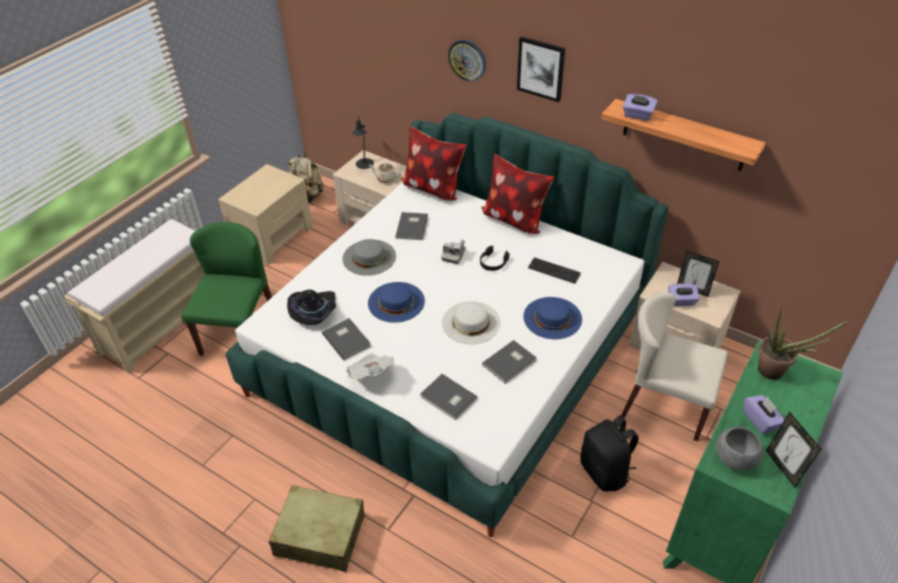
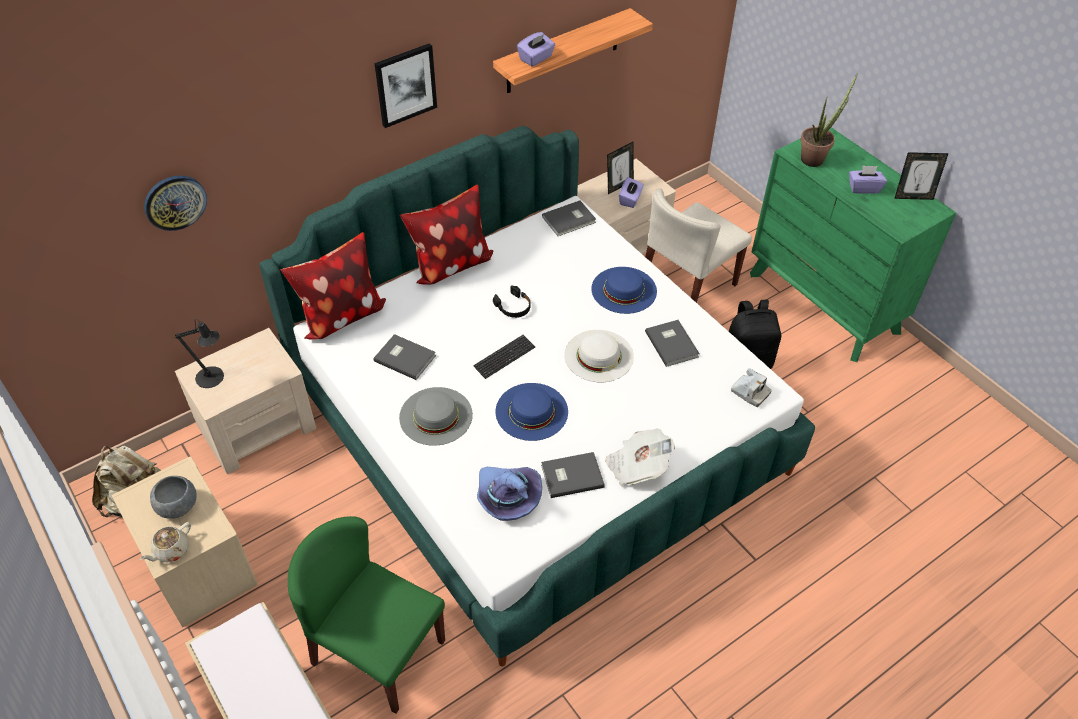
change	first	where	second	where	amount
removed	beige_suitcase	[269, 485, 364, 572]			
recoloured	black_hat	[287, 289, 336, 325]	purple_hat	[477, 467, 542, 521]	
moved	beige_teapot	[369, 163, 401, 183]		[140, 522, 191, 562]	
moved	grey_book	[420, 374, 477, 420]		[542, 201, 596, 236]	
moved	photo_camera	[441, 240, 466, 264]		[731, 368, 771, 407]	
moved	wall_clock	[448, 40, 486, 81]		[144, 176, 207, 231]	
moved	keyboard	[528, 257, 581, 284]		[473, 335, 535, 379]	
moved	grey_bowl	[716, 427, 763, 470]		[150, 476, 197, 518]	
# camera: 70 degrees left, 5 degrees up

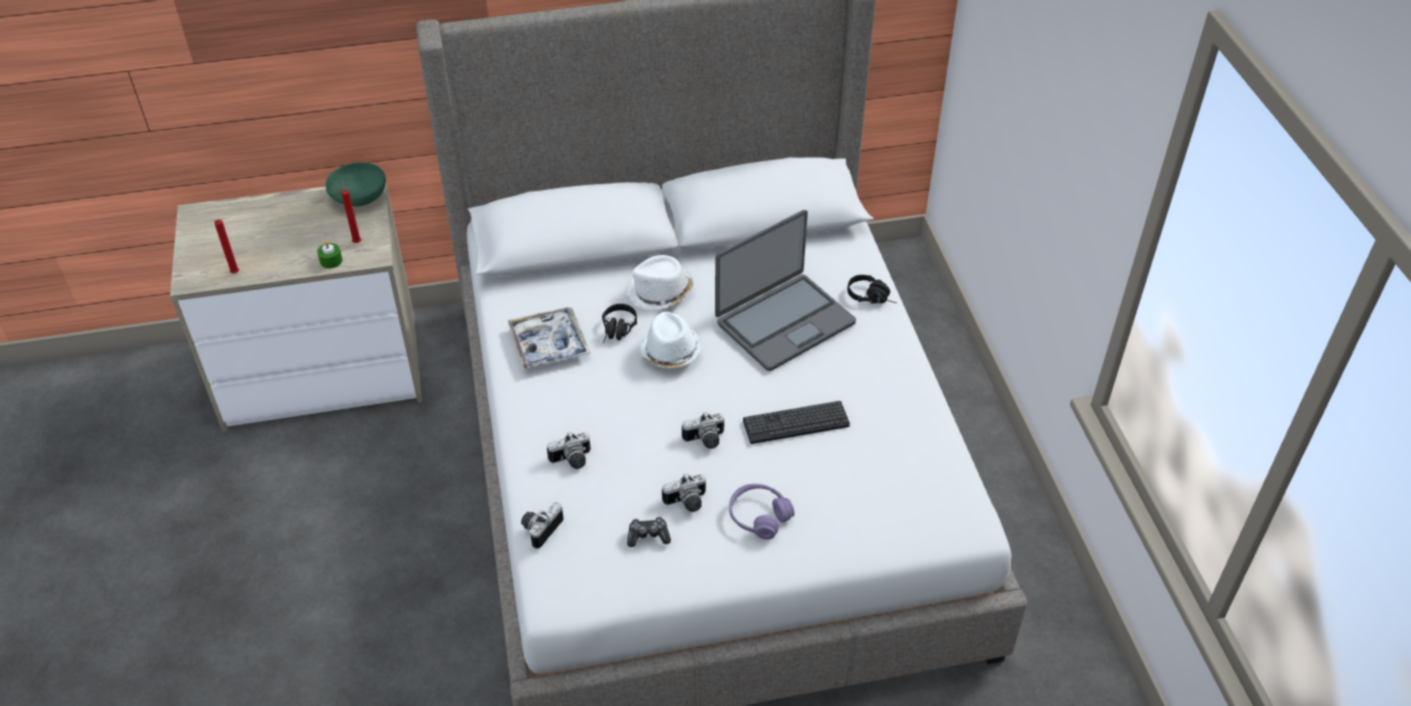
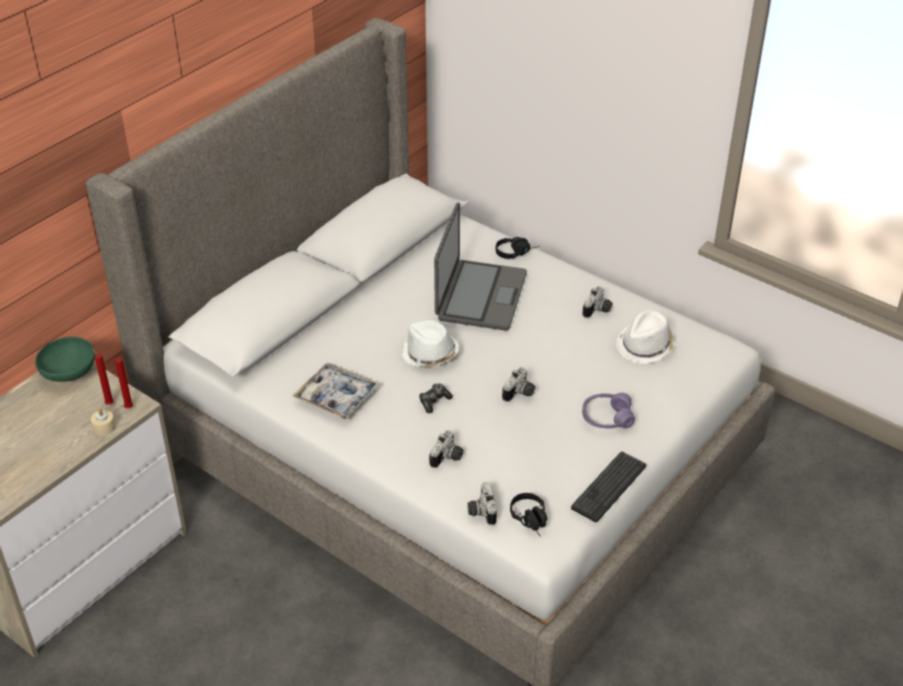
change	first	where	second	where	amount
moved	red_candle	[214, 220, 239, 273]		[115, 357, 133, 408]	
recoloured	green_candle	[317, 241, 342, 269]	beige_candle	[91, 409, 115, 436]	
moved	black_headphones	[602, 304, 637, 344]		[510, 493, 547, 537]	
moved	white_hat	[627, 255, 693, 310]		[616, 310, 674, 364]	
moved	game_controller	[627, 517, 671, 547]		[419, 384, 453, 413]	
moved	photo_camera	[662, 474, 706, 512]		[582, 286, 612, 318]	
moved	keyboard	[743, 401, 850, 444]		[571, 452, 646, 522]	
# camera: 40 degrees left, 5 degrees down

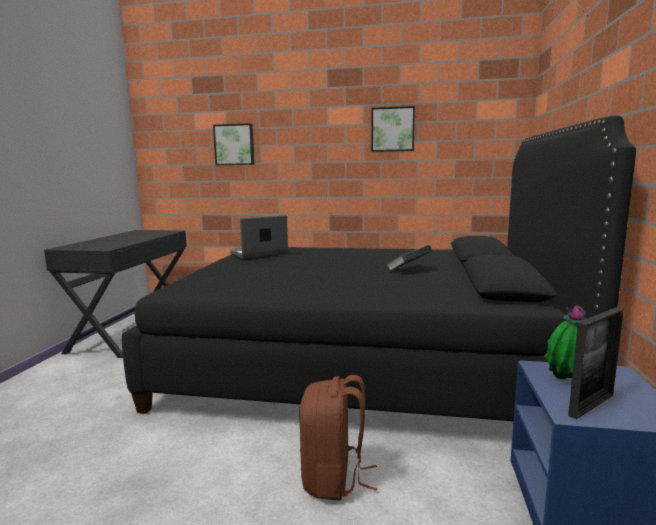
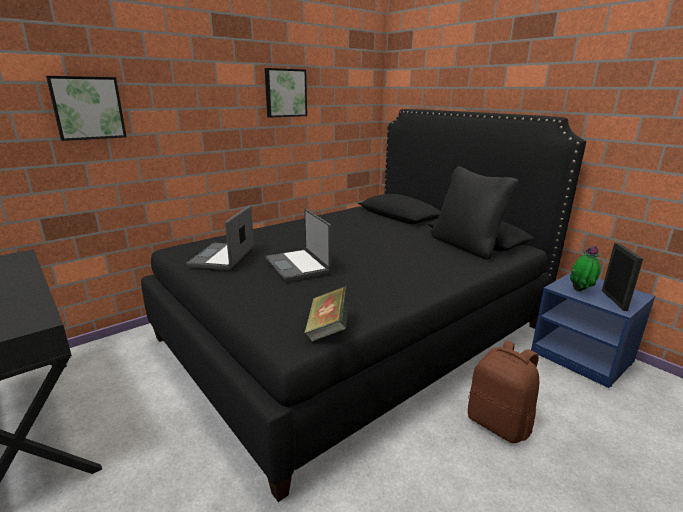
change	first	where	second	where	amount
moved	book	[386, 245, 432, 271]		[304, 286, 350, 342]	
added			laptop	[265, 209, 331, 281]	
added			black_pillow	[432, 166, 519, 260]	
# camera: 50 degrees left, 10 degrees up

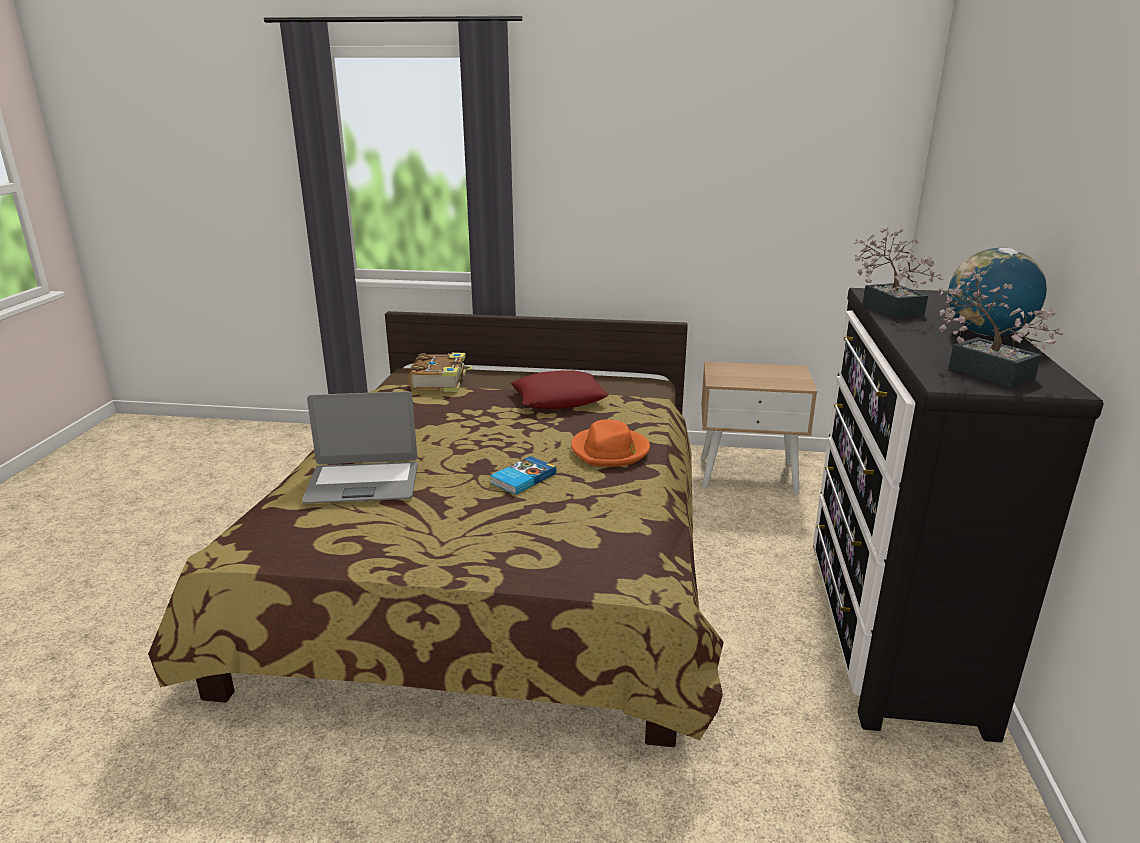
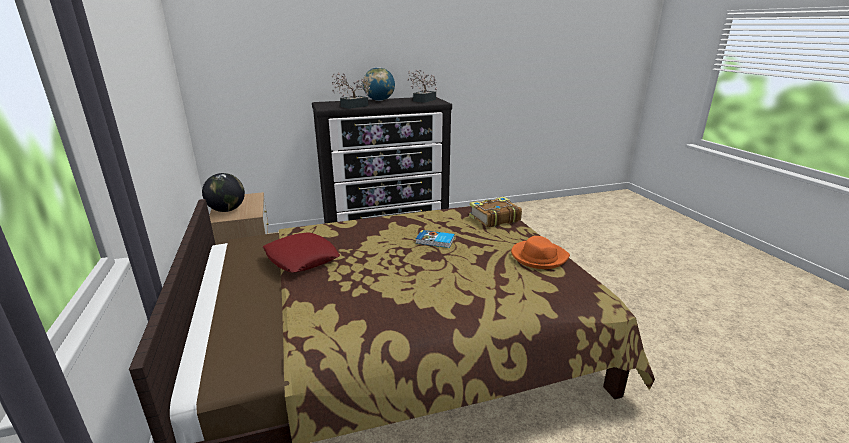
change	first	where	second	where	amount
removed	laptop	[302, 391, 418, 504]			
moved	book	[408, 353, 472, 392]		[469, 197, 522, 227]	
moved	orange_hat	[571, 419, 650, 467]		[511, 236, 570, 269]	
added			globe	[202, 173, 245, 212]	
# camera: 115 degrees left, 0 degrees up

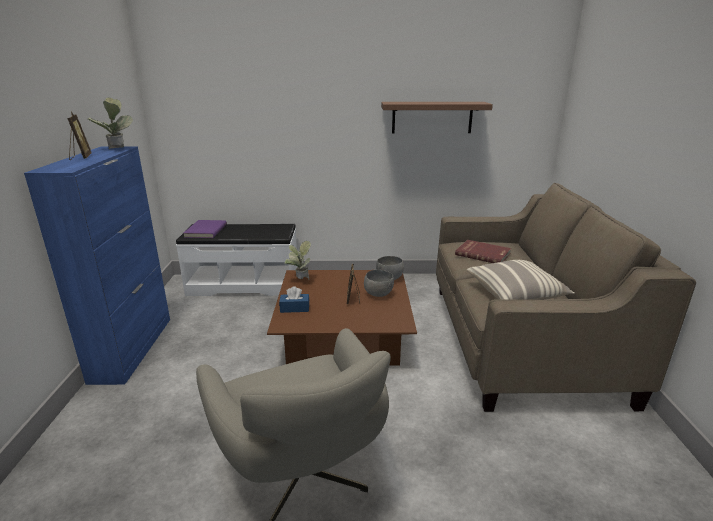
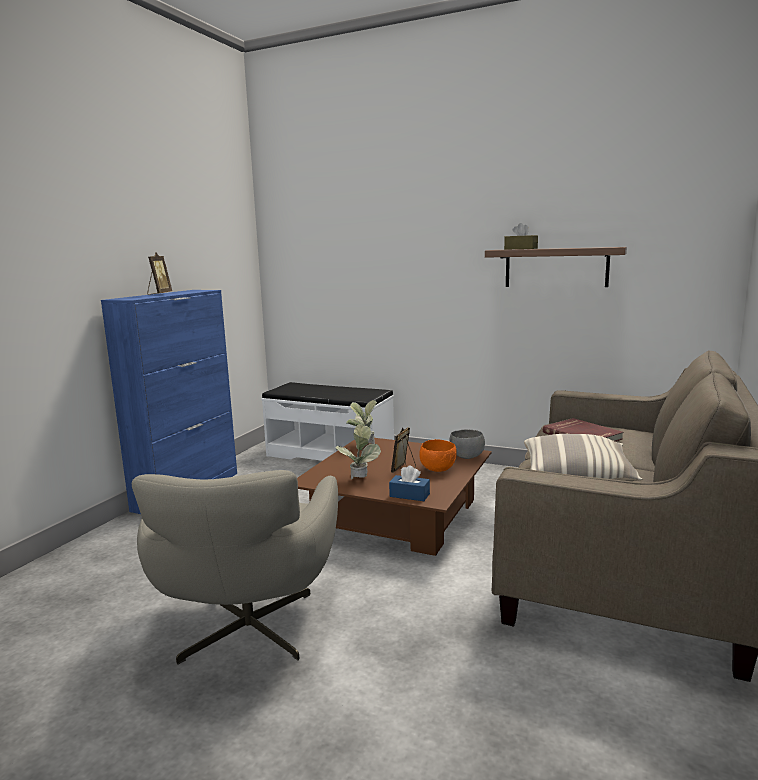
change	first	where	second	where	amount
moved	potted_plant	[88, 98, 133, 149]		[335, 424, 381, 480]	
removed	purple_book	[184, 220, 227, 238]			
moved	blue_tissue_box	[279, 286, 309, 313]		[389, 465, 430, 501]	
recoloured	grey_bowl	[364, 270, 394, 297]	orange_bowl	[419, 439, 457, 472]	
added			brown_tissue_box	[504, 223, 538, 250]	
# camera: 25 degrees right, 10 degrees down

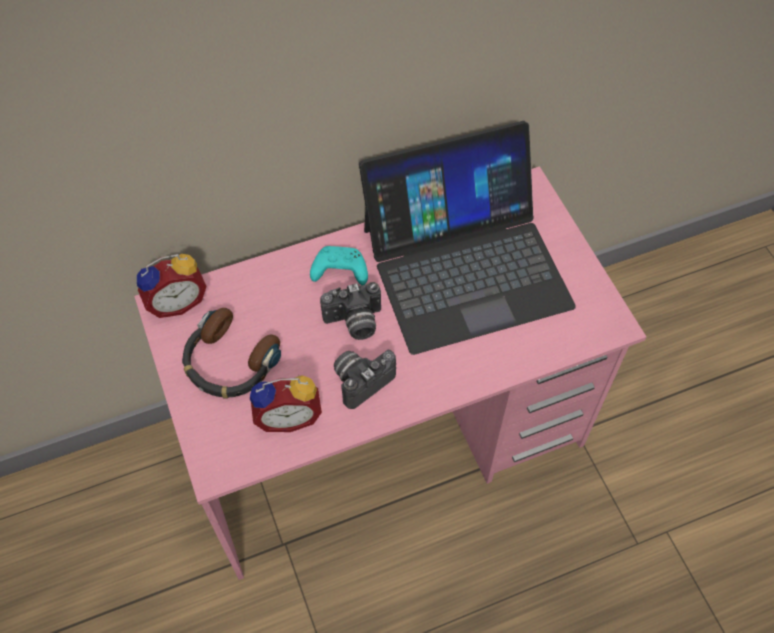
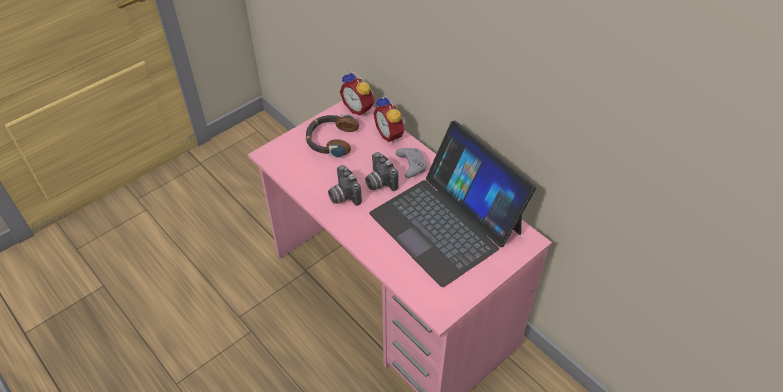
change	first	where	second	where	amount
moved	alarm_clock	[250, 375, 322, 432]		[373, 95, 406, 143]	
recoloured	turquoise_game_controller	[310, 246, 368, 285]	grey_game_controller	[395, 148, 427, 178]	
turned	photo_camera	[334, 350, 396, 409]		[328, 165, 362, 206]	150 degrees counterclockwise
# camera: 70 degrees right, 10 degrees down

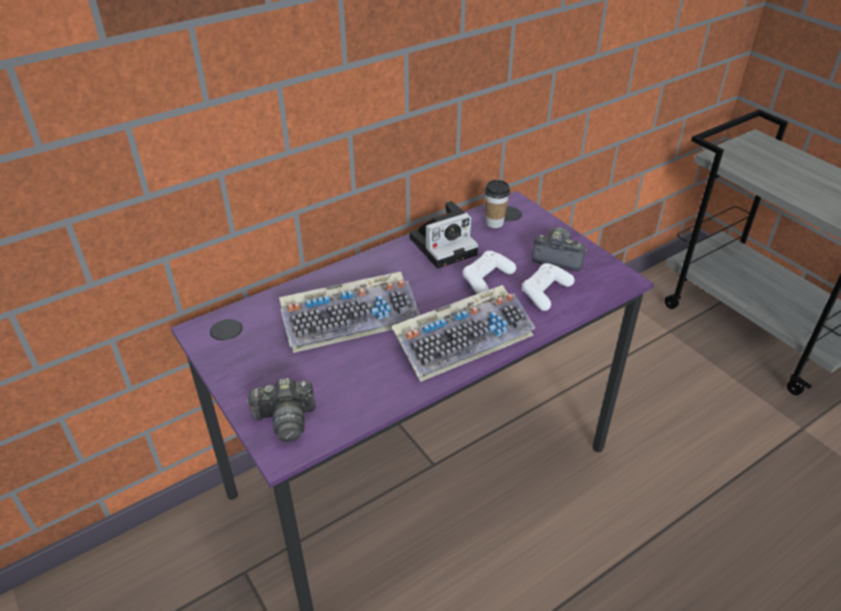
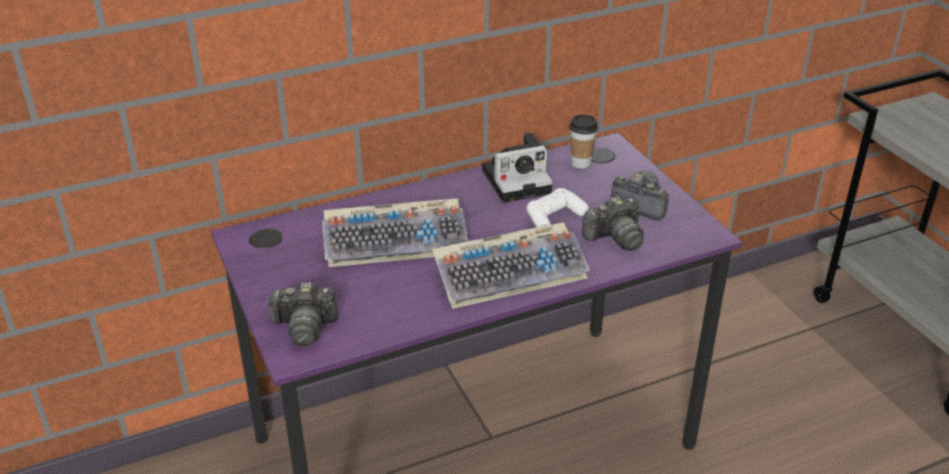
change	first	where	second	where	amount
replaced	white_game_controller	[522, 263, 575, 311]	photo_camera	[582, 196, 644, 251]	
# camera: 10 degrees right, 5 degrees down

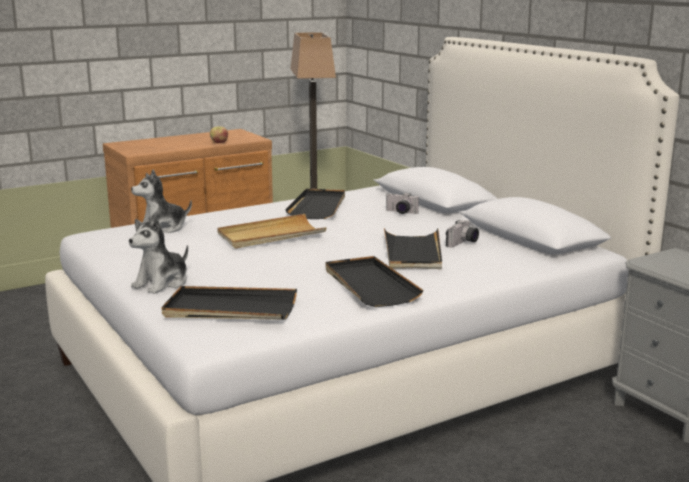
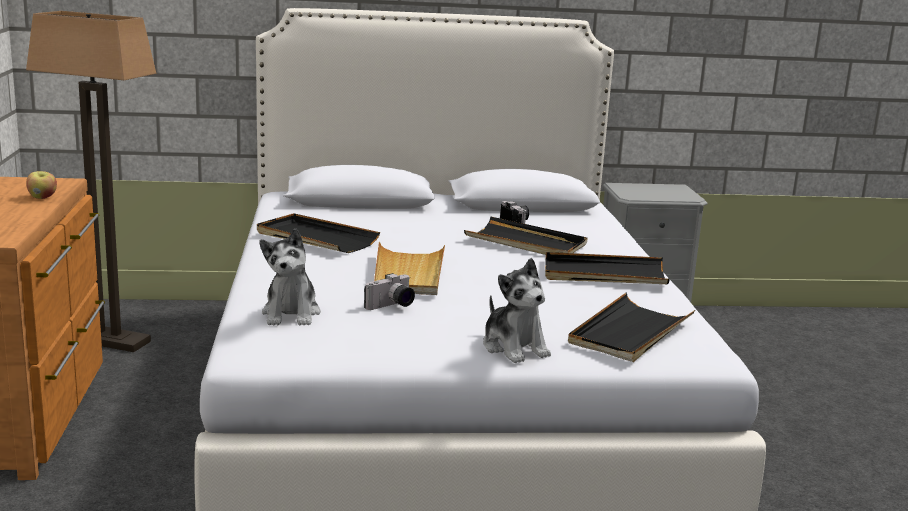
change	first	where	second	where	amount
moved	photo_camera	[386, 193, 419, 214]		[364, 273, 415, 310]	
# camera: 65 degrees left, 0 degrees up

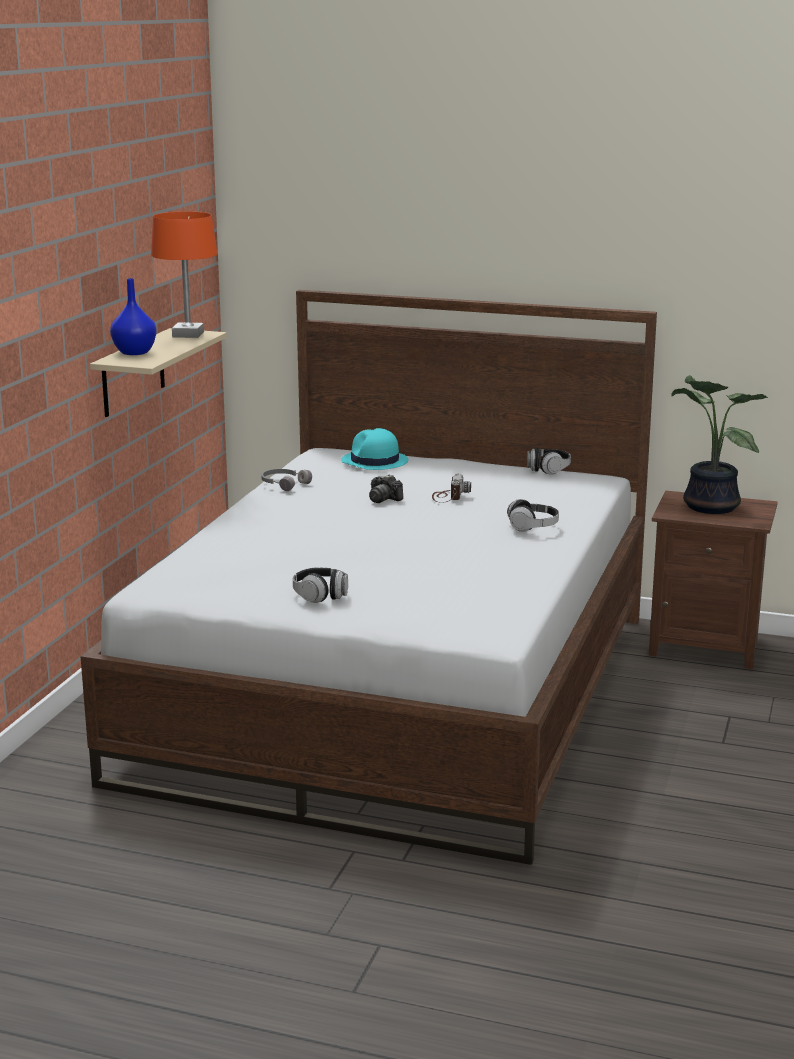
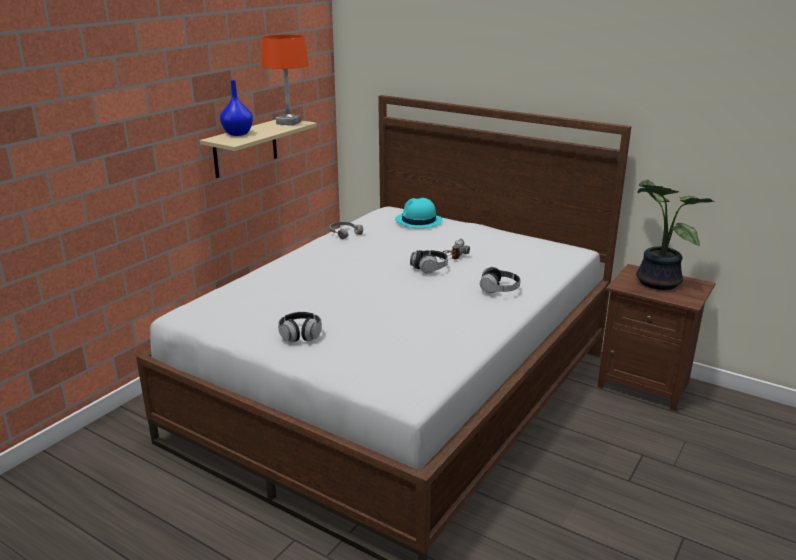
change	first	where	second	where	amount
removed	photo_camera	[369, 474, 403, 503]			
moved	headphones	[527, 448, 571, 475]		[410, 250, 448, 274]	
# camera: 15 degrees right, 5 degrees up

